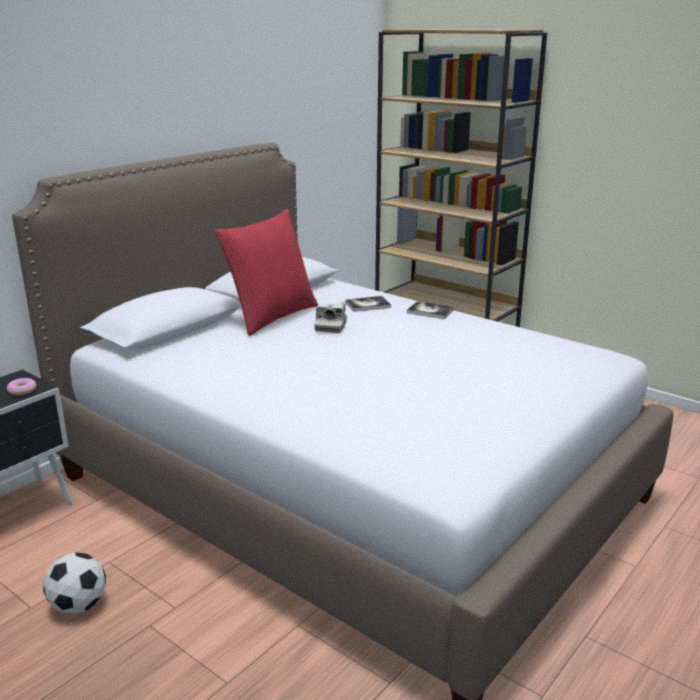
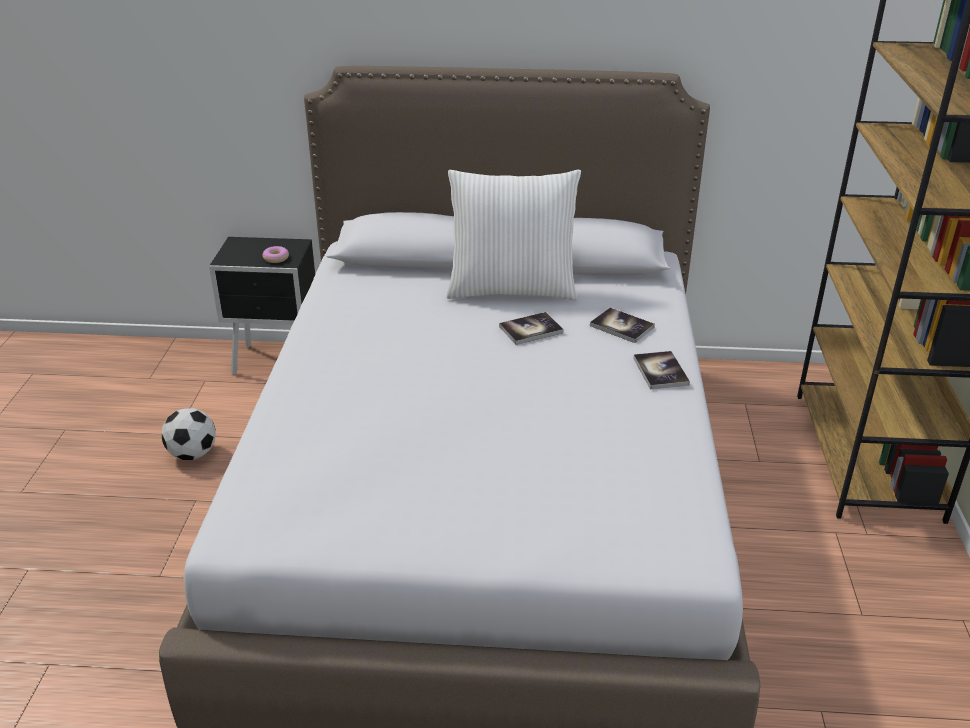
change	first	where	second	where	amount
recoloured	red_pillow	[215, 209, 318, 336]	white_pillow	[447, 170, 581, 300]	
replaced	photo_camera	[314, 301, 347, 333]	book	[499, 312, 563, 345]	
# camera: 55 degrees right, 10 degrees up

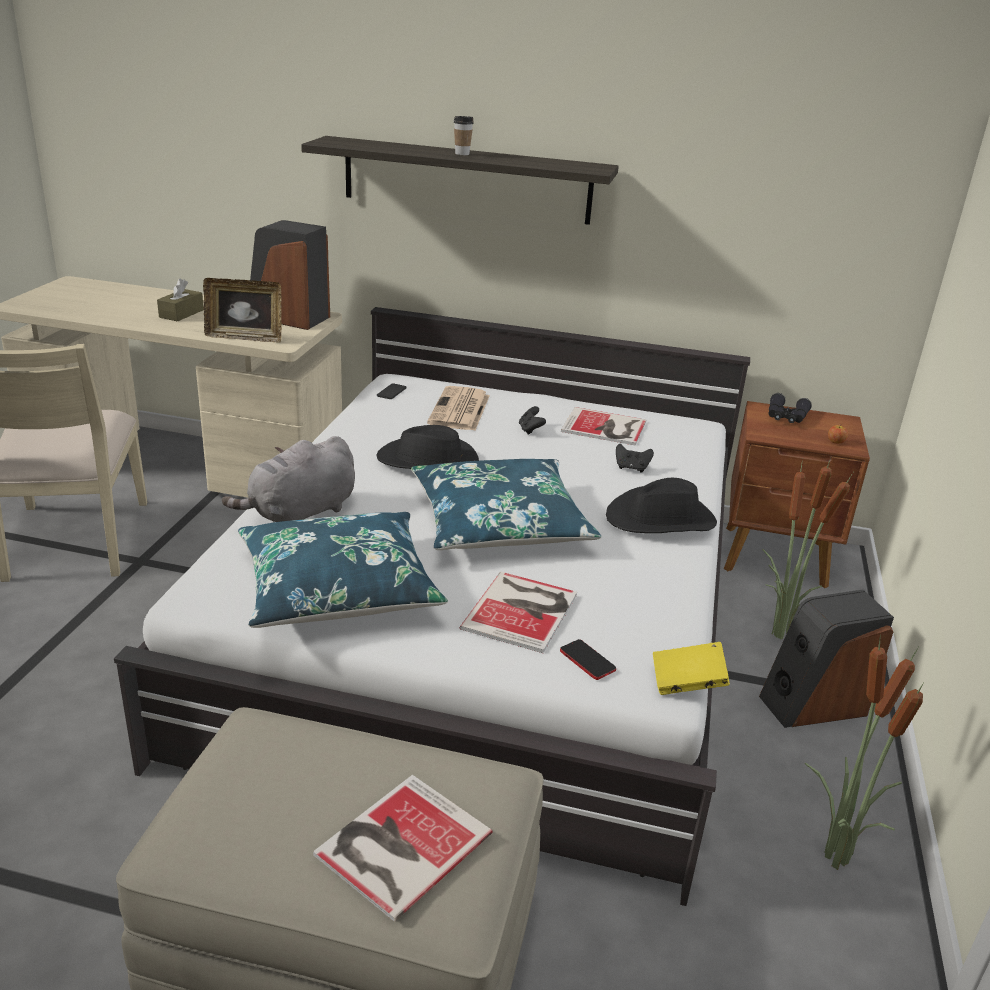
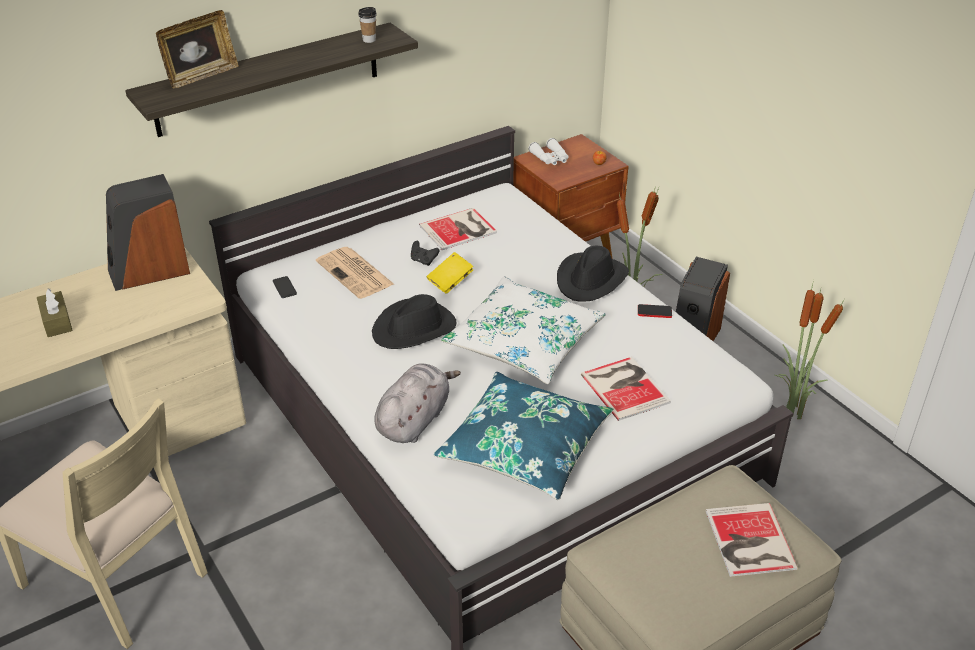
change	first	where	second	where	amount
moved	picture_frame	[203, 278, 282, 343]		[156, 10, 239, 88]	
turned	grey_plush_toy	[222, 436, 355, 522]		[374, 363, 461, 443]	150 degrees counterclockwise
recoloured	blue_pillow	[411, 459, 601, 550]	white_pillow	[441, 276, 606, 384]	
moved	cup	[454, 116, 474, 155]		[358, 7, 377, 43]	
moved	phone	[560, 639, 616, 680]		[638, 304, 672, 318]	
removed	black_game_controller	[616, 444, 654, 472]			
moved	yellow_book	[653, 642, 730, 695]		[427, 252, 474, 294]	
recoloured	black_binoculars	[769, 393, 812, 423]	white_binoculars	[528, 138, 569, 165]	
# camera: 45 degrees left, 10 degrees up

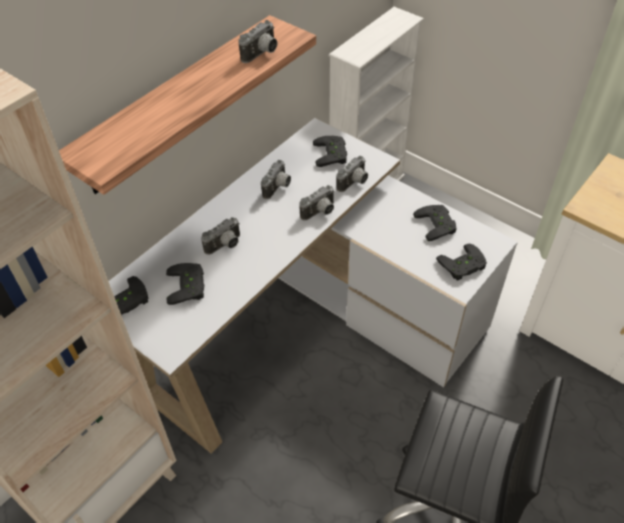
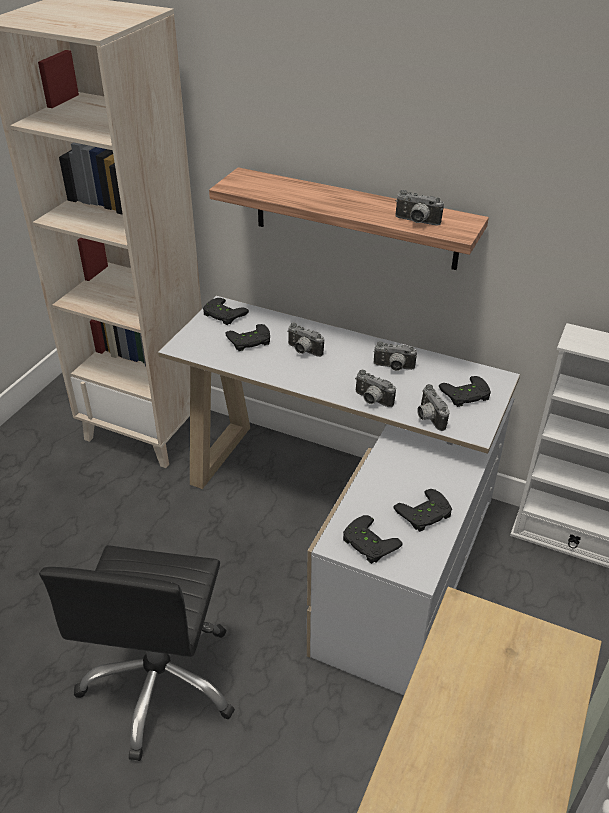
change	first	where	second	where	amount
turned	photo_camera	[336, 156, 368, 192]		[417, 384, 450, 431]	45 degrees clockwise
# camera: 75 degrees right, 10 degrees down

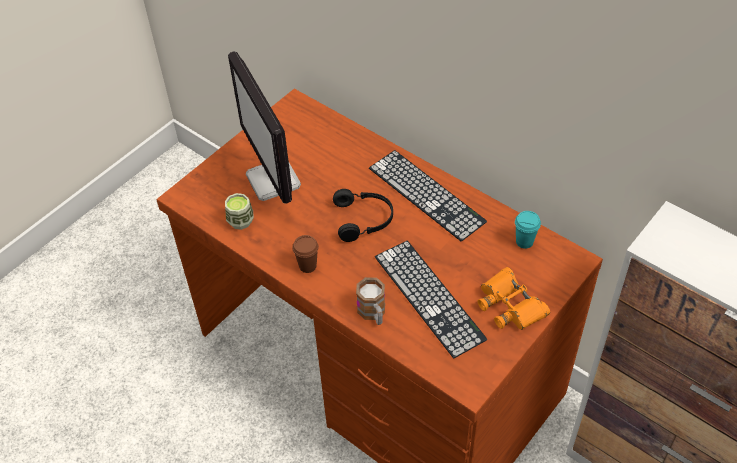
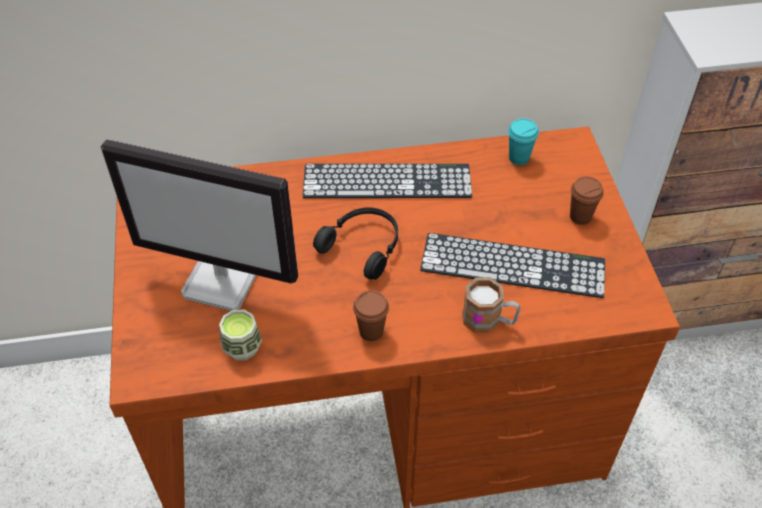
change	first	where	second	where	amount
replaced	orange_binoculars	[478, 267, 550, 330]	brown_cup	[570, 176, 604, 225]	
# camera: 50 degrees left, 0 degrees up

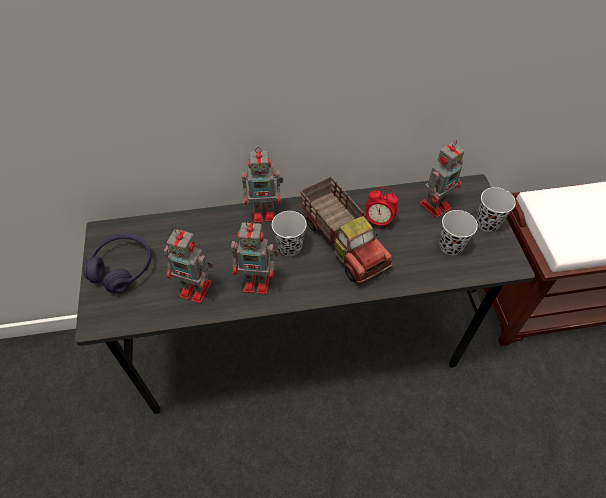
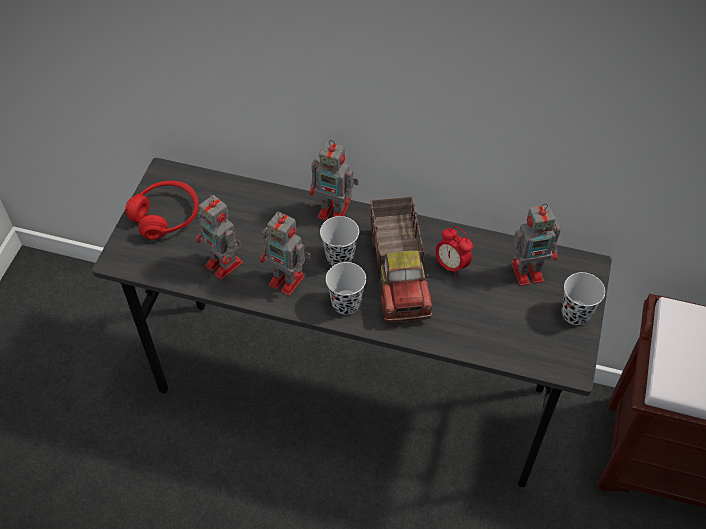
change	first	where	second	where	amount
recoloured	purple_headphones	[83, 233, 152, 293]	red_headphones	[125, 181, 199, 240]	
moved	black_cup	[439, 210, 478, 255]		[326, 262, 366, 315]	
# camera: 25 degrees right, 0 degrees up

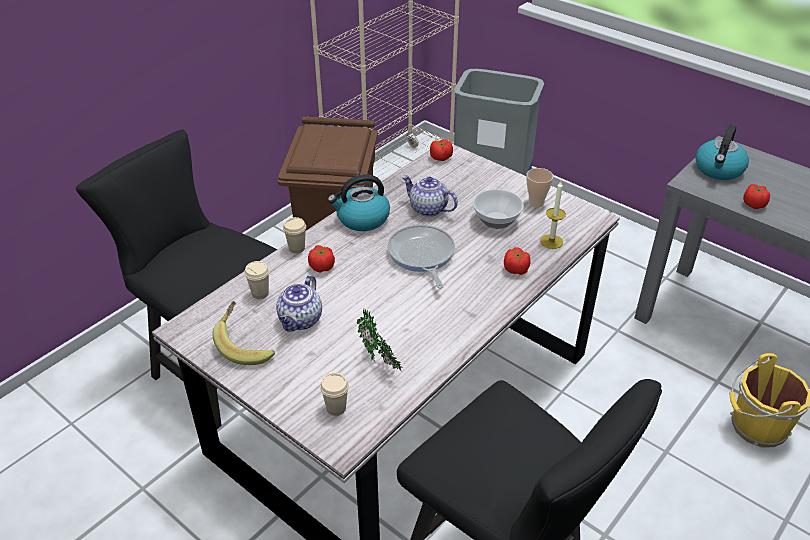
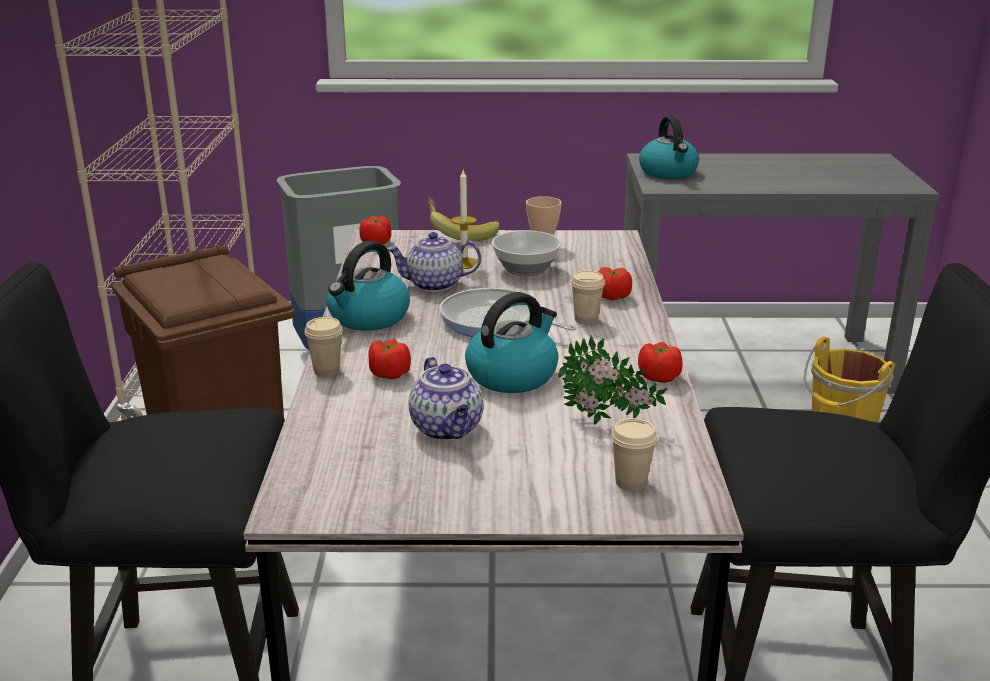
change	first	where	second	where	amount
moved	banana	[212, 301, 275, 365]		[428, 197, 500, 242]	
moved	beige_cup	[244, 261, 270, 299]		[571, 270, 605, 325]	
moved	candle	[540, 181, 566, 249]		[451, 170, 477, 269]	
moved	tomato	[743, 184, 770, 209]		[638, 342, 683, 383]	
added			kettle	[465, 292, 559, 393]	
# camera: 40 degrees left, 15 degrees down

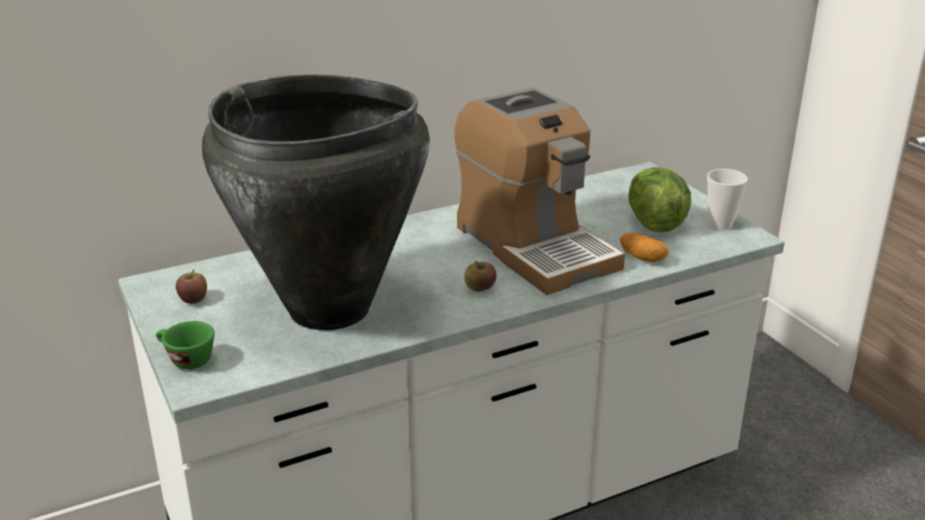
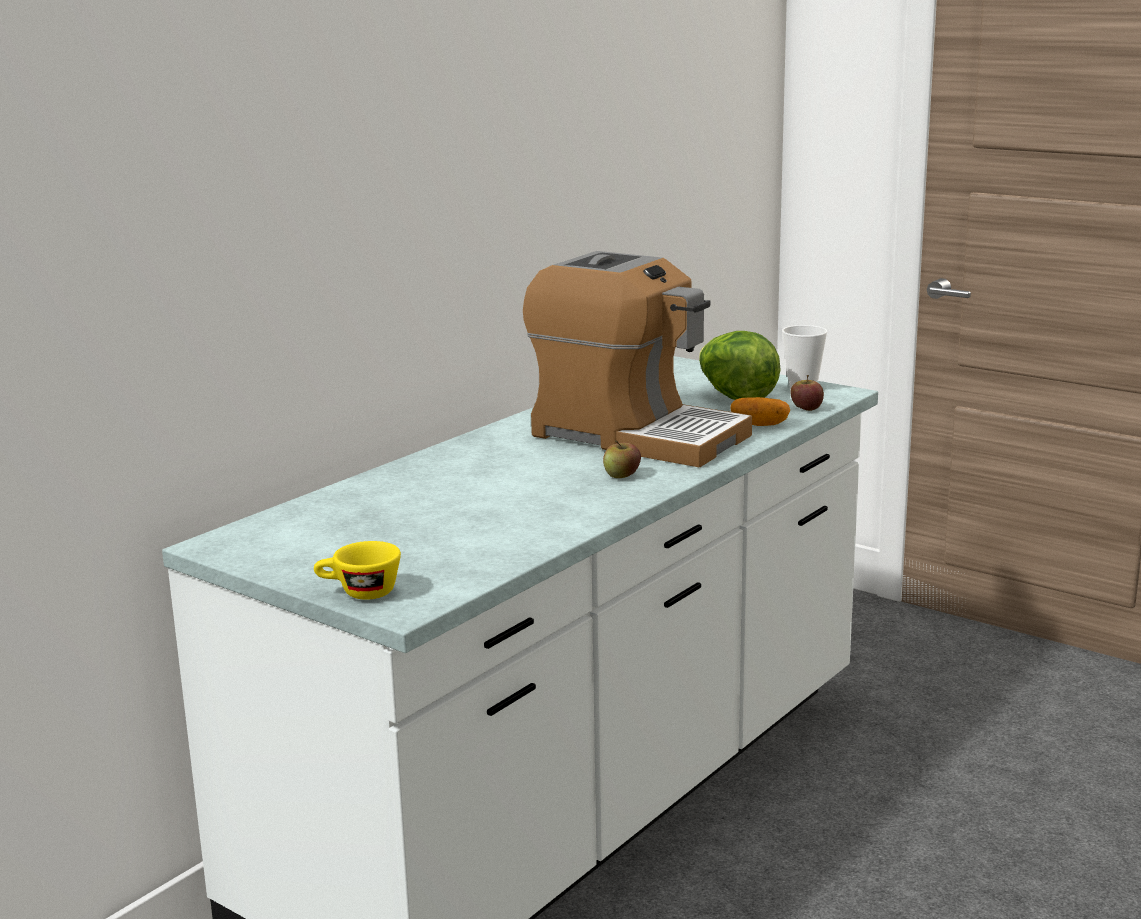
change	first	where	second	where	amount
recoloured	green_cup	[156, 321, 215, 369]	yellow_cup	[314, 541, 401, 600]	
moved	apple	[176, 270, 207, 304]		[790, 375, 824, 411]	
removed	black_vase	[202, 75, 430, 330]			
# camera: 25 degrees left, 10 degrees down

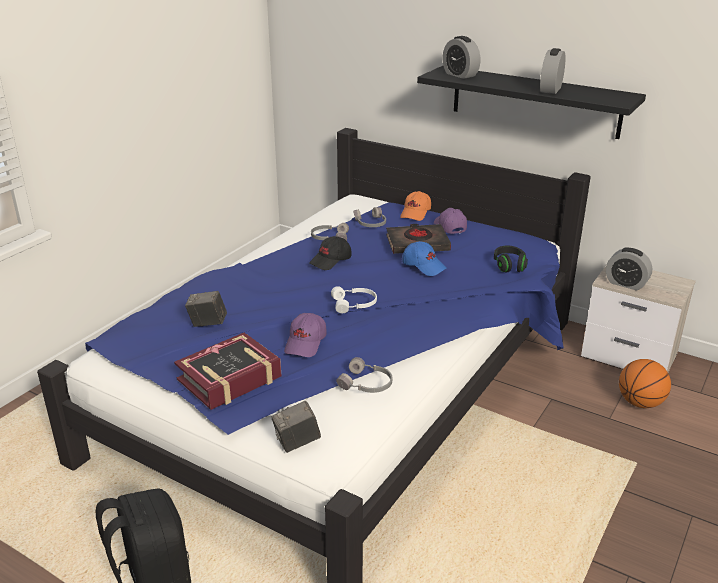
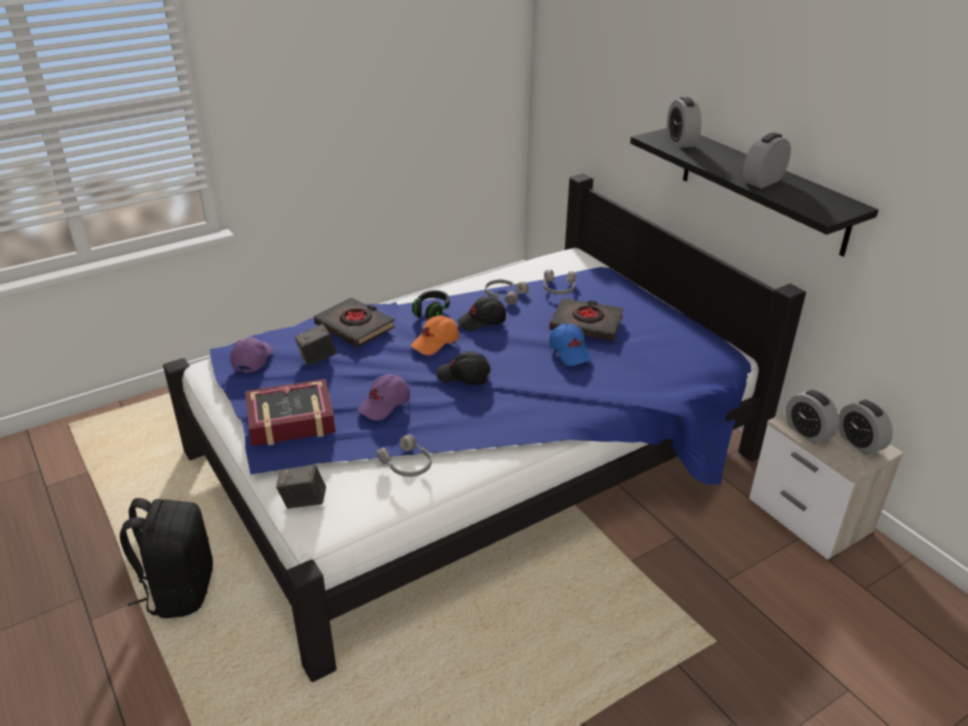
change	first	where	second	where	amount
turned	photo_camera	[185, 291, 227, 327]		[295, 324, 336, 366]	60 degrees counterclockwise
replaced	white_headphones	[331, 286, 377, 313]	black_cap	[436, 351, 491, 385]	
moved	orange_cap	[400, 191, 431, 221]		[411, 315, 459, 355]	
moved	purple_cap	[434, 208, 467, 234]		[230, 337, 273, 373]	
moved	black_headphones	[494, 245, 528, 273]		[412, 290, 450, 319]	
removed	basketball	[619, 359, 671, 408]			
added			black_book	[314, 297, 395, 347]	
added			alarm_clock	[839, 400, 893, 455]	
# camera: 25 degrees right, 5 degrees up

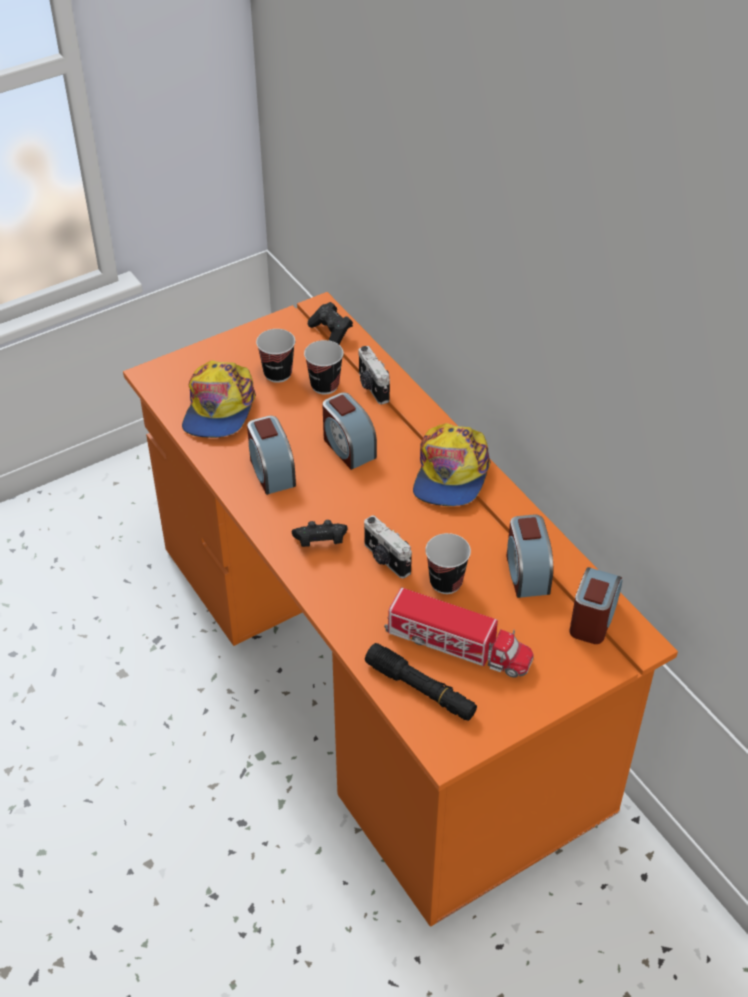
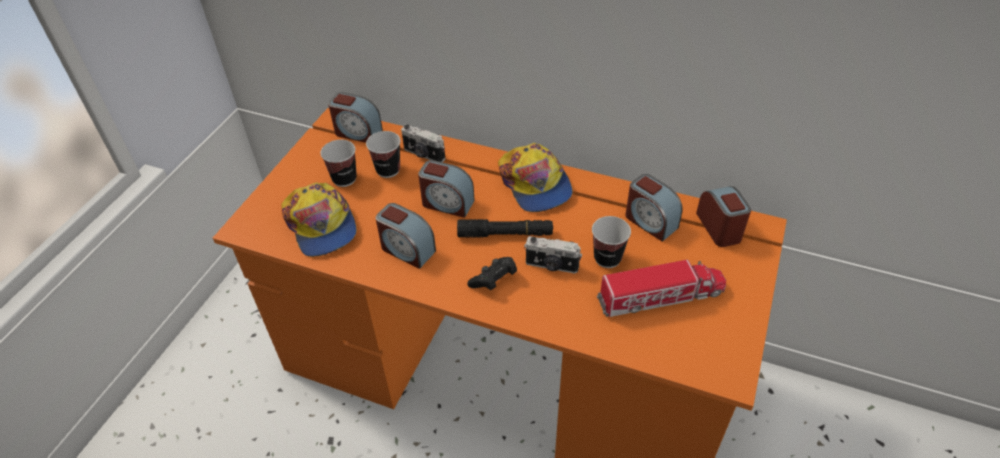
change	first	where	second	where	amount
replaced	black_game_controller	[308, 302, 353, 344]	alarm_clock	[328, 92, 383, 143]	
moved	black_flashlight	[365, 643, 477, 721]		[457, 219, 553, 238]	
# camera: 35 degrees left, 0 degrees up

